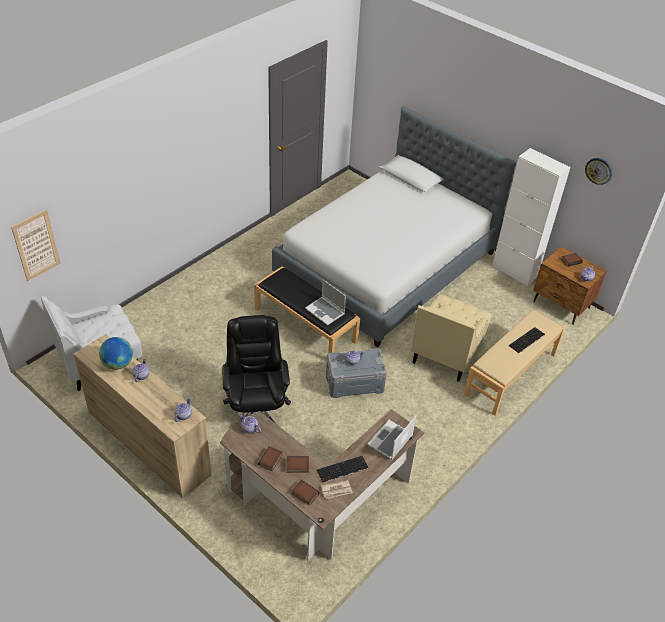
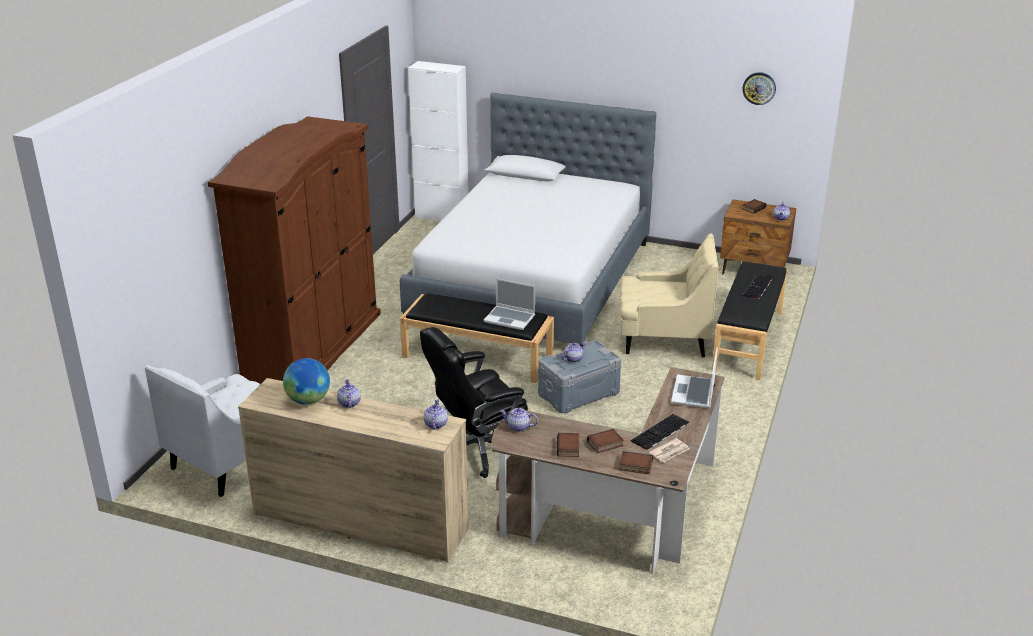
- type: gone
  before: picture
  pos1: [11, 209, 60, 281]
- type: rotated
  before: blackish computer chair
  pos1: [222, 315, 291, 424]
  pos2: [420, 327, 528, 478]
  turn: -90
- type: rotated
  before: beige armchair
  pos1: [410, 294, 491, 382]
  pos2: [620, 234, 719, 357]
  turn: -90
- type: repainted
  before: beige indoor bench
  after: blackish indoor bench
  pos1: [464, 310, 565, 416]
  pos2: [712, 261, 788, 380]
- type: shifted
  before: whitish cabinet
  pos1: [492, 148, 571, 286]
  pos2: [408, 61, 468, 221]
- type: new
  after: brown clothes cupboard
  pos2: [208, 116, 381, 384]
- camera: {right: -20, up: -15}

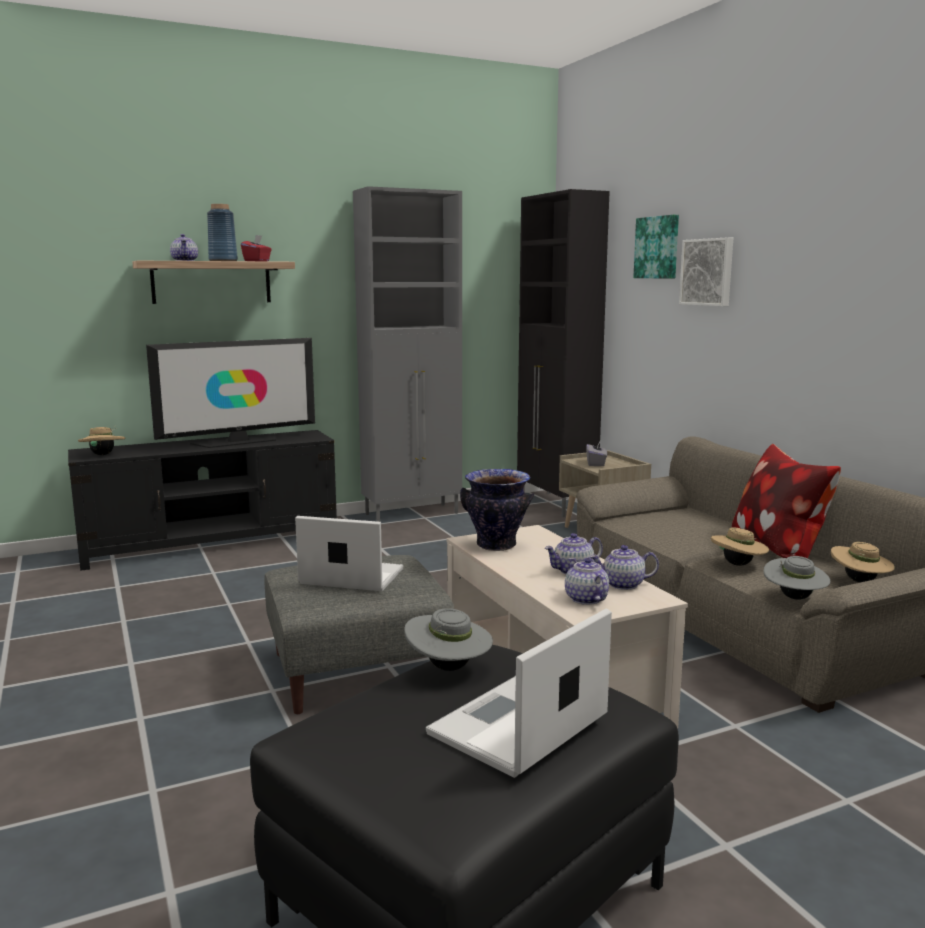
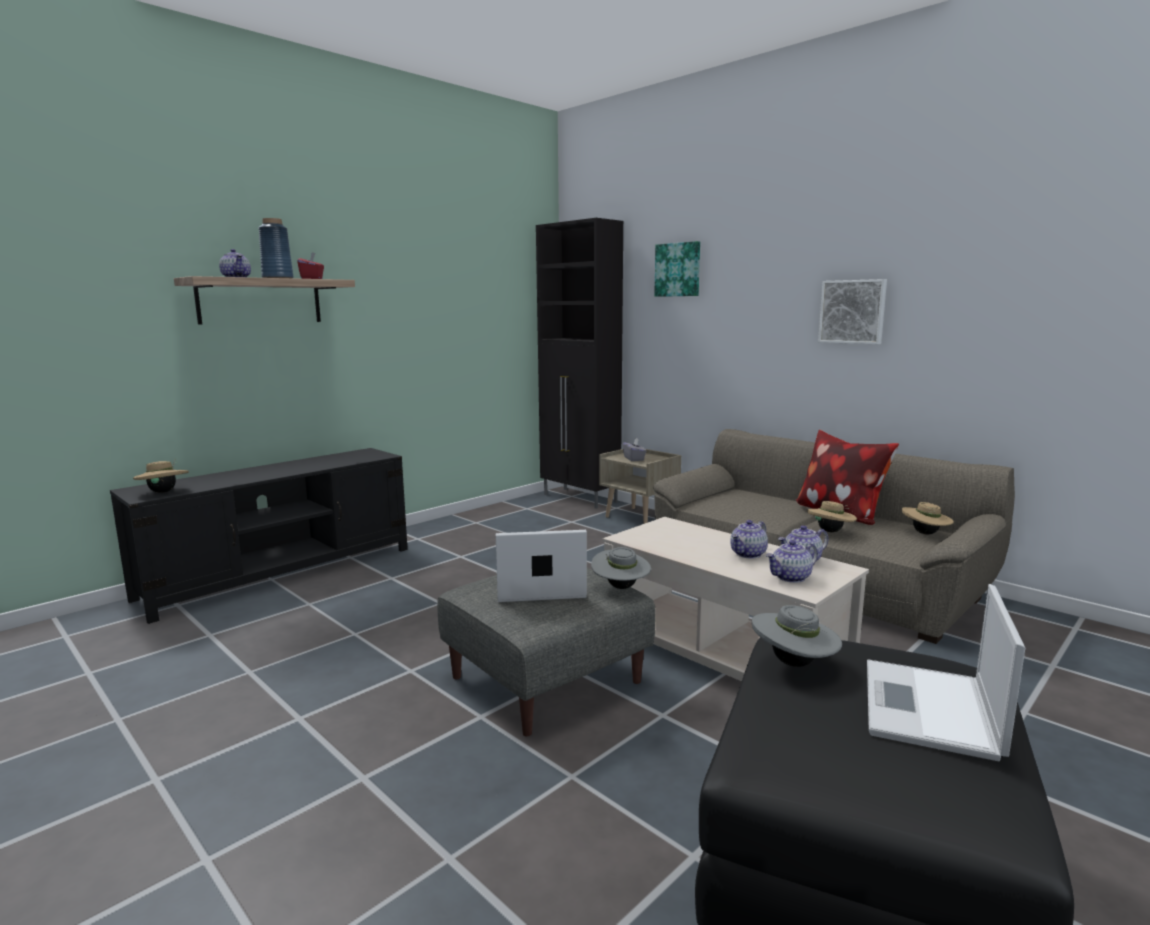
- type: gone
  before: TV set
  pos1: [146, 338, 315, 448]
- type: gone
  before: gray cabinet
  pos1: [353, 186, 462, 522]
- type: gone
  before: flower vase
  pos1: [460, 469, 535, 551]
- type: rotated
  before: teapot
  pos1: [565, 558, 609, 605]
  pos2: [766, 540, 818, 583]
  turn: -75
- type: shifted
  before: picture
  pos1: [679, 237, 733, 306]
  pos2: [818, 279, 887, 344]
- type: shifted
  before: gray wearable hat
  pos1: [764, 556, 830, 600]
  pos2: [591, 547, 651, 589]
- camera: {right: -20, up: 0}

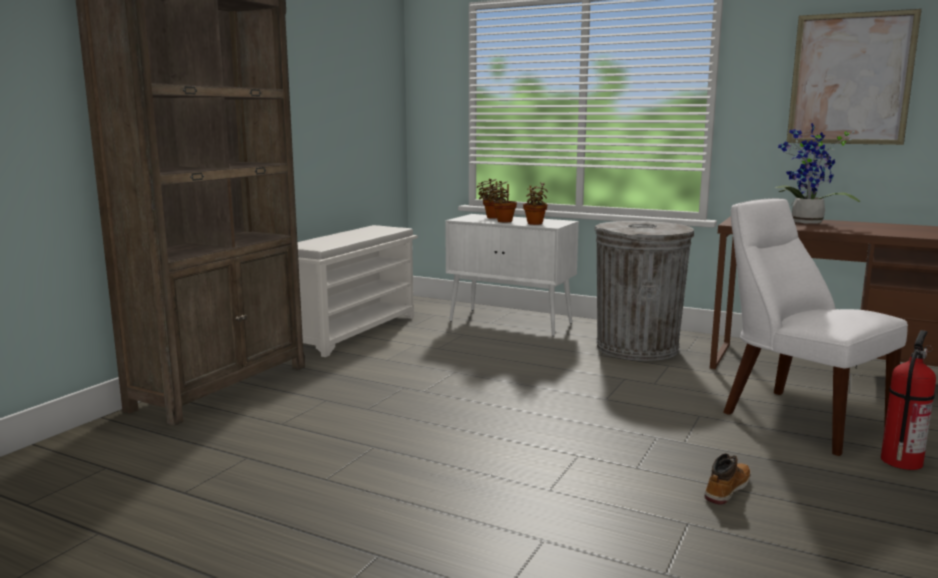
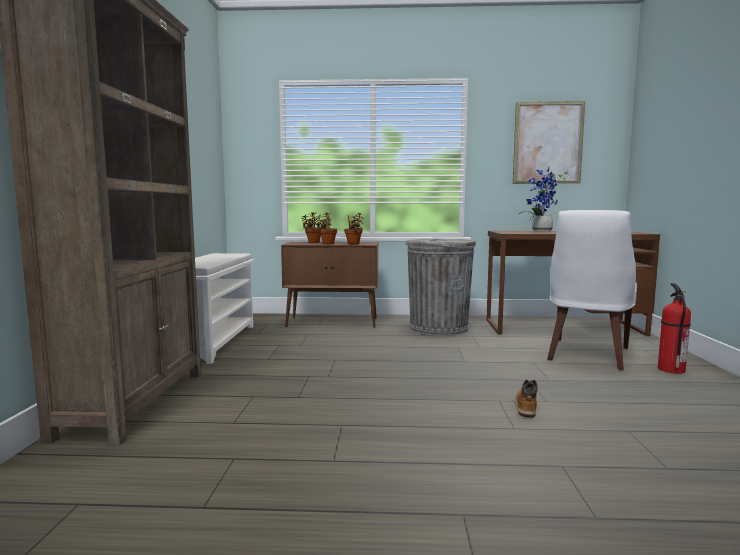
- type: repainted
  before: whitish cabinet
  after: brown cabinet
  pos1: [445, 214, 579, 336]
  pos2: [281, 242, 378, 328]
- type: shifted
  before: high-top boot
  pos1: [705, 453, 751, 505]
  pos2: [514, 380, 538, 418]
- type: rotated
  before: whitish upright chair
  pos1: [723, 198, 908, 456]
  pos2: [547, 210, 637, 370]
  turn: -90
- camera: {right: -25, up: -5}

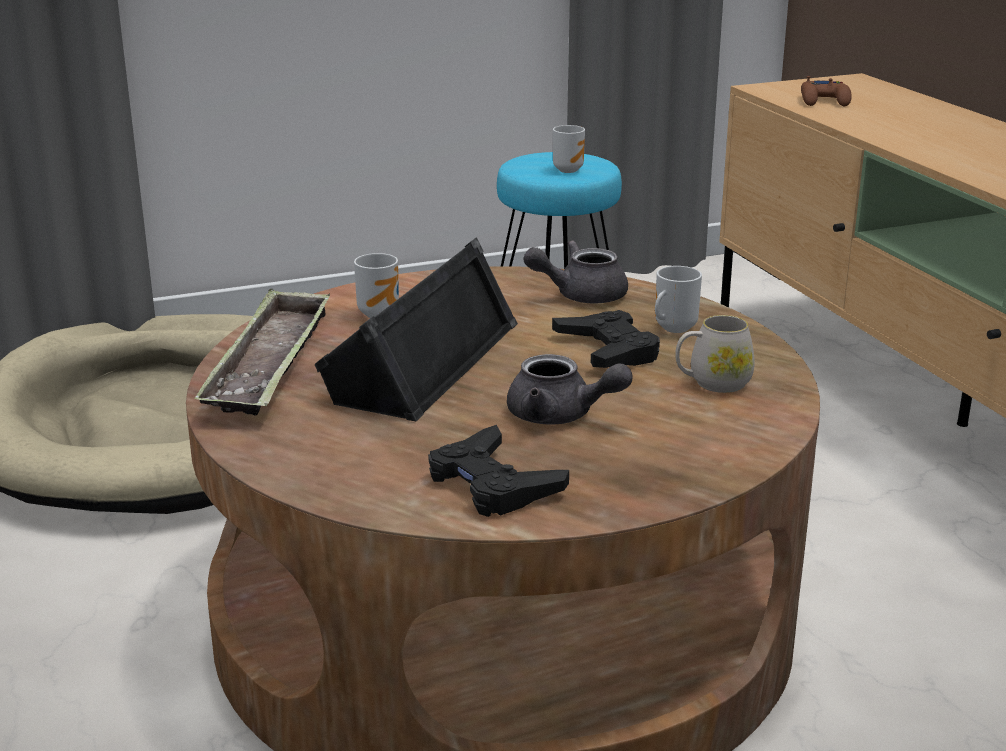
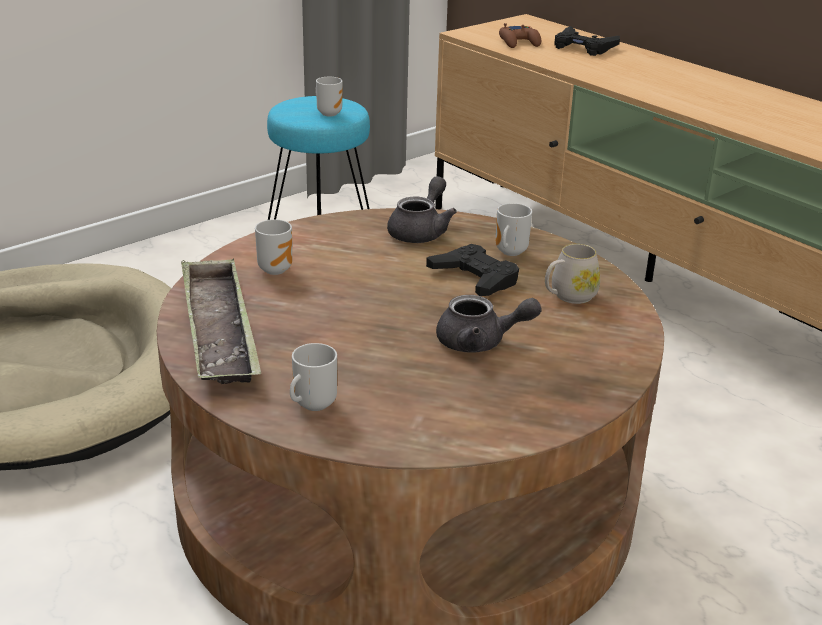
- type: gone
  before: blackish loudspeaker
  pos1: [315, 237, 518, 421]
- type: shifted
  before: blackish joypad
  pos1: [428, 425, 569, 517]
  pos2: [554, 26, 620, 56]
- type: rotated
  before: gray teapot
  pos1: [523, 240, 628, 303]
  pos2: [387, 176, 457, 243]
  turn: 150
- type: new
  after: tea mug
  pos2: [290, 343, 337, 411]
- camera: {right: -20, up: 5}

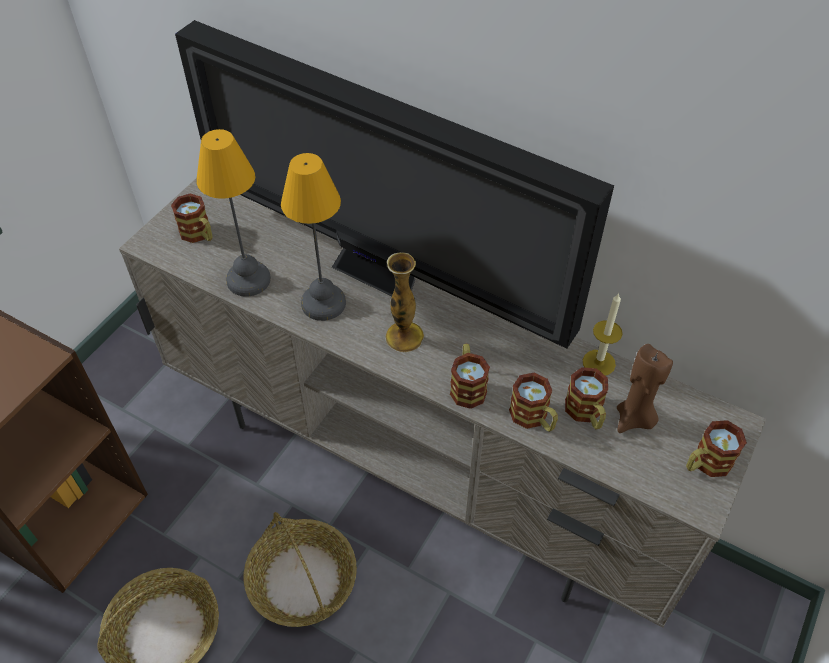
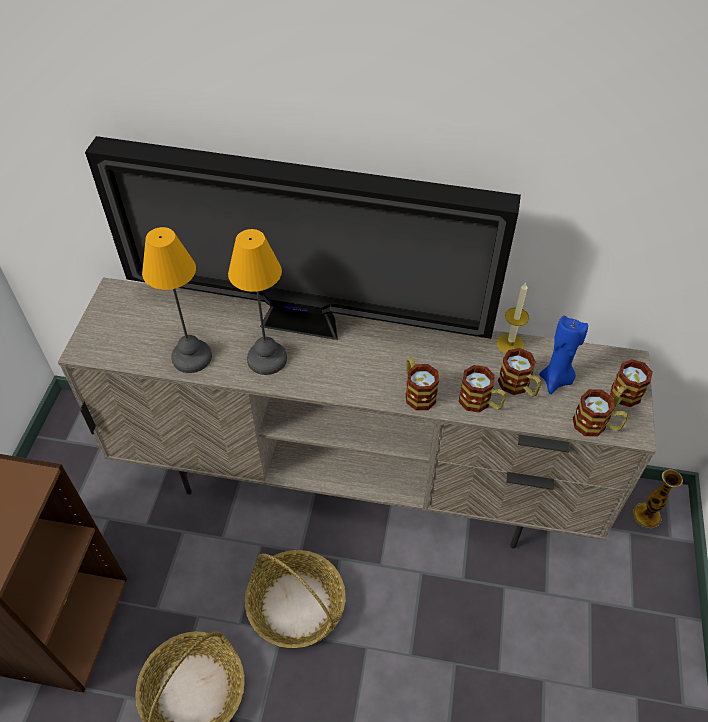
- type: shifted
  before: tea mug
  pos1: [171, 194, 213, 243]
  pos2: [573, 389, 628, 437]
- type: shifted
  before: flower vase
  pos1: [385, 252, 424, 352]
  pos2: [633, 469, 683, 528]
- type: repainted
  before: brown wax light
  after: blue wax light
  pos1: [617, 344, 673, 433]
  pos2: [539, 316, 588, 394]
- camera: {right: -20, up: 0}

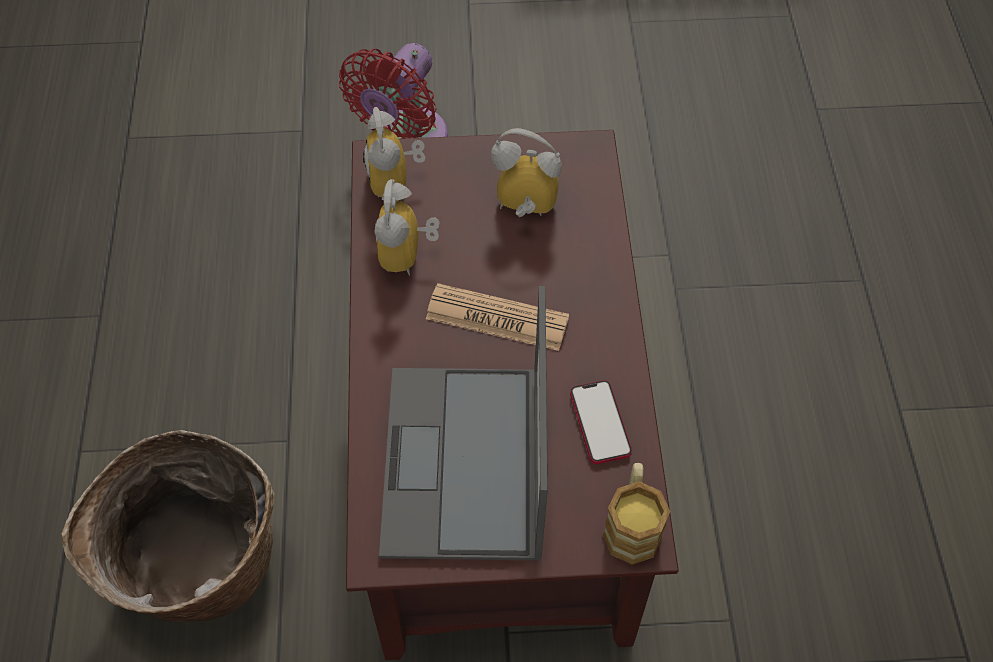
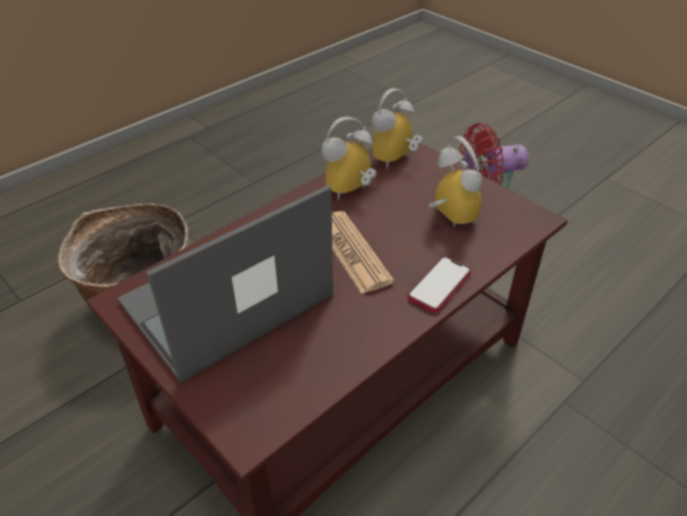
- type: shifted
  before: phone
  pos1: [570, 380, 632, 464]
  pos2: [408, 256, 471, 312]
- type: gone
  before: tea mug
  pos1: [603, 463, 670, 565]
- camera: {right: 50, up: -15}

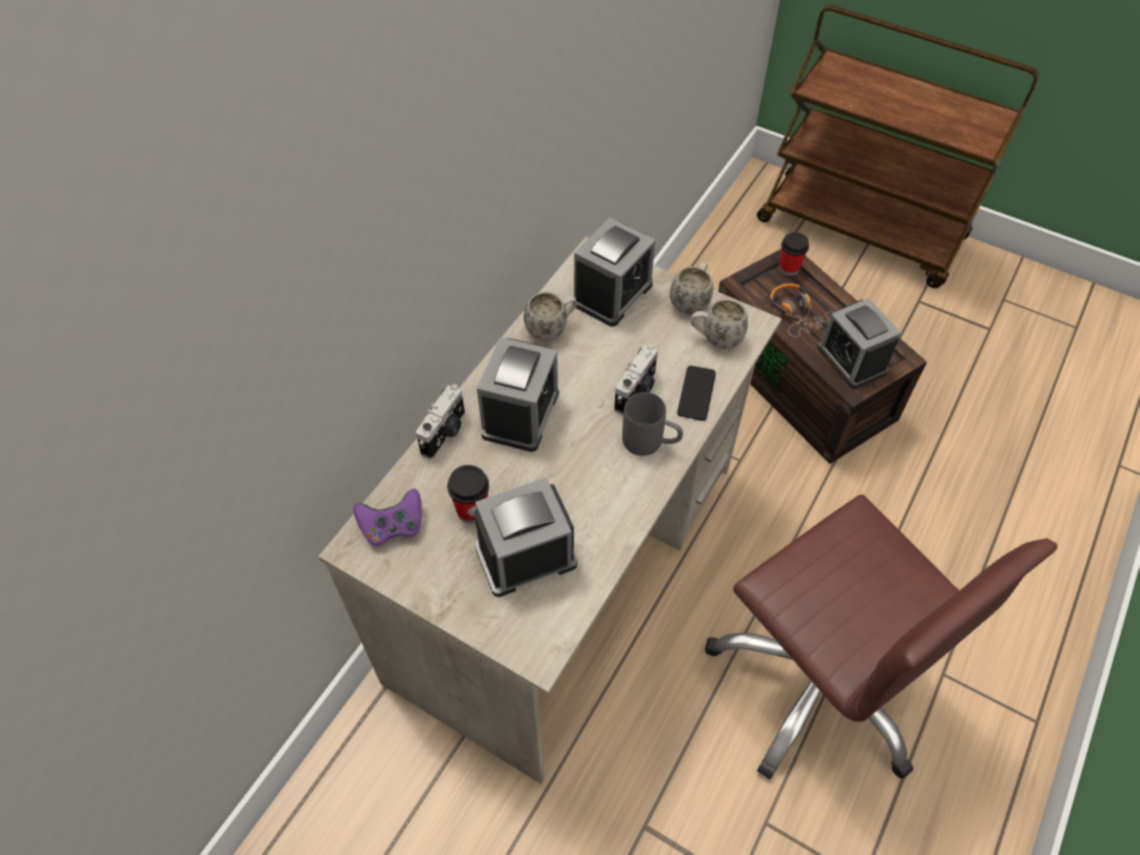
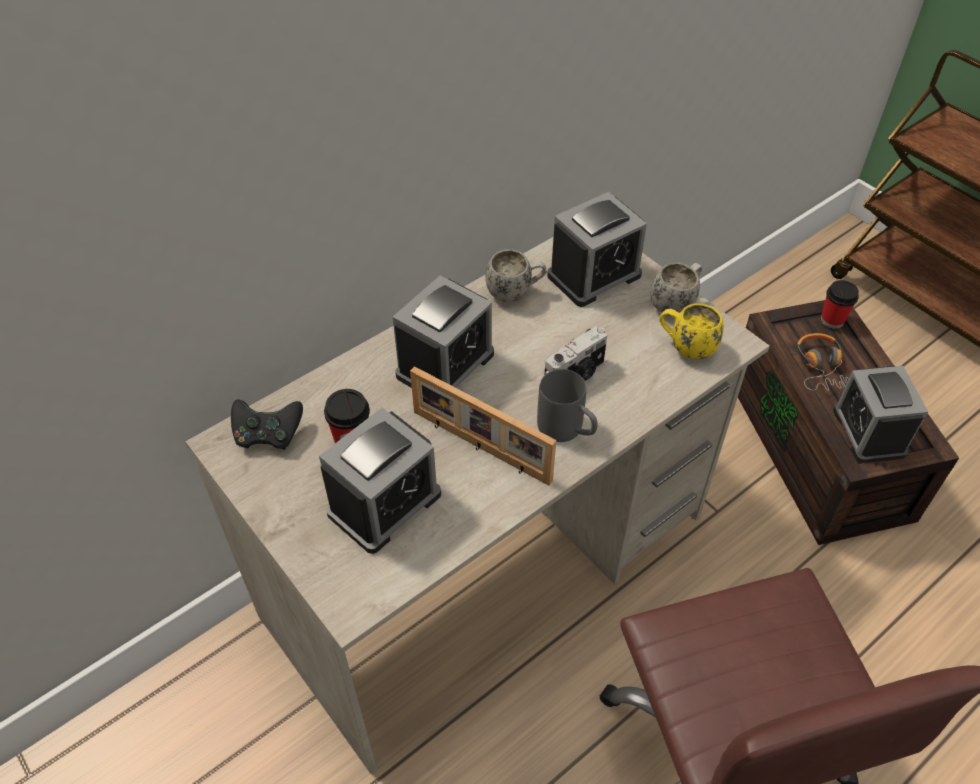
- type: repainted
  before: purplish joypad
  after: blackish joypad
  pos1: [353, 488, 422, 546]
  pos2: [231, 399, 303, 450]
- type: gone
  before: still camera
  pos1: [416, 384, 465, 459]
- type: rotated
  before: bedside clock
  pos1: [474, 477, 577, 597]
  pos2: [319, 407, 441, 554]
  turn: 135
- type: gone
  before: phone
  pos1: [677, 365, 716, 421]
- type: repainted
  before: whitish tea mug
  after: yellow-coloured tea mug
  pos1: [690, 299, 748, 349]
  pos2: [659, 303, 724, 359]
- type: new
  after: standing frame
  pos2: [410, 366, 556, 486]
- camera: {right: 20, up: -5}

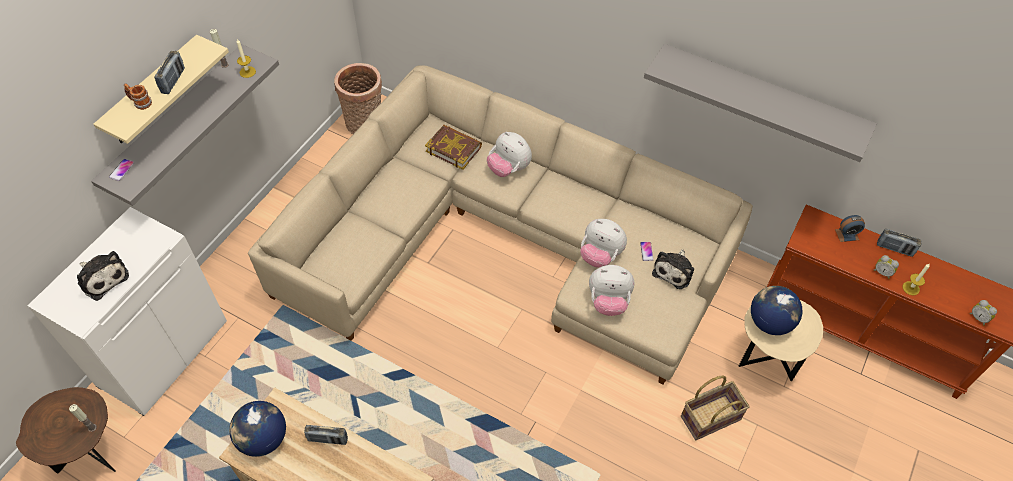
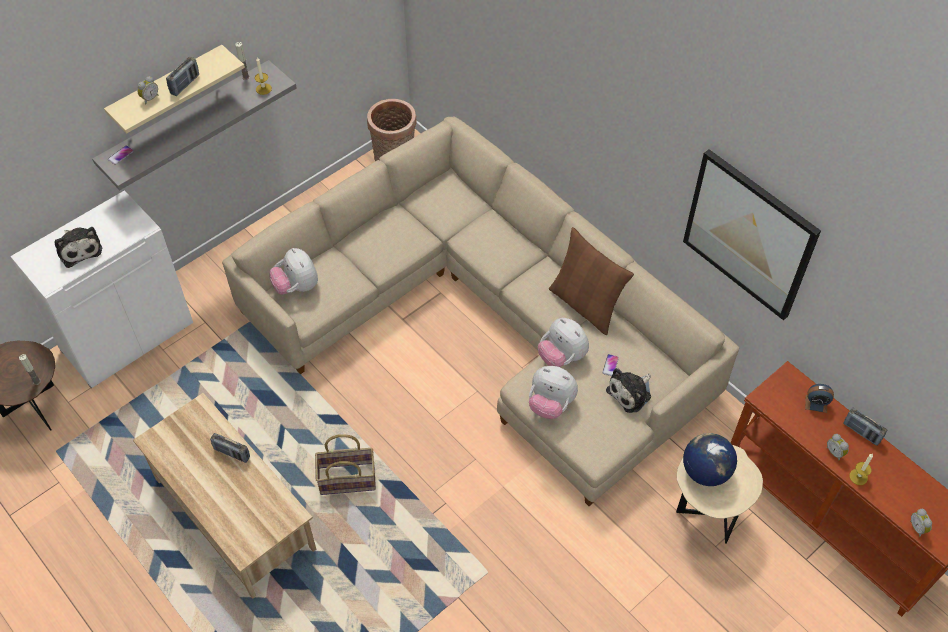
- type: swapped
  before: tea mug
  after: bedside clock
  pos1: [124, 83, 152, 110]
  pos2: [137, 76, 158, 104]
- type: gone
  before: desk globe
  pos1: [229, 401, 286, 457]
- type: gone
  before: bound book
  pos1: [425, 125, 482, 170]
- type: shifted
  before: soft toy
  pos1: [487, 132, 532, 177]
  pos2: [269, 248, 318, 295]
- type: swapped
  before: gray shelf
  after: picture
  pos1: [644, 44, 877, 162]
  pos2: [683, 149, 821, 320]
- type: shifted
  before: storage basket
  pos1: [681, 375, 750, 440]
  pos2: [315, 434, 376, 495]
- type: new
  after: brown pillow
  pos2: [549, 227, 634, 335]
- camera: {right: 20, up: 0}

